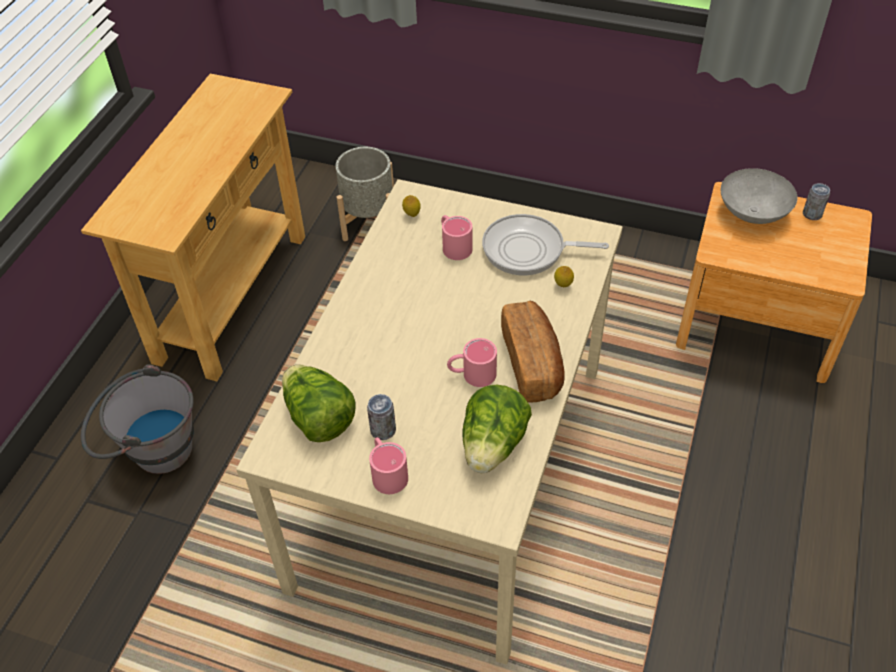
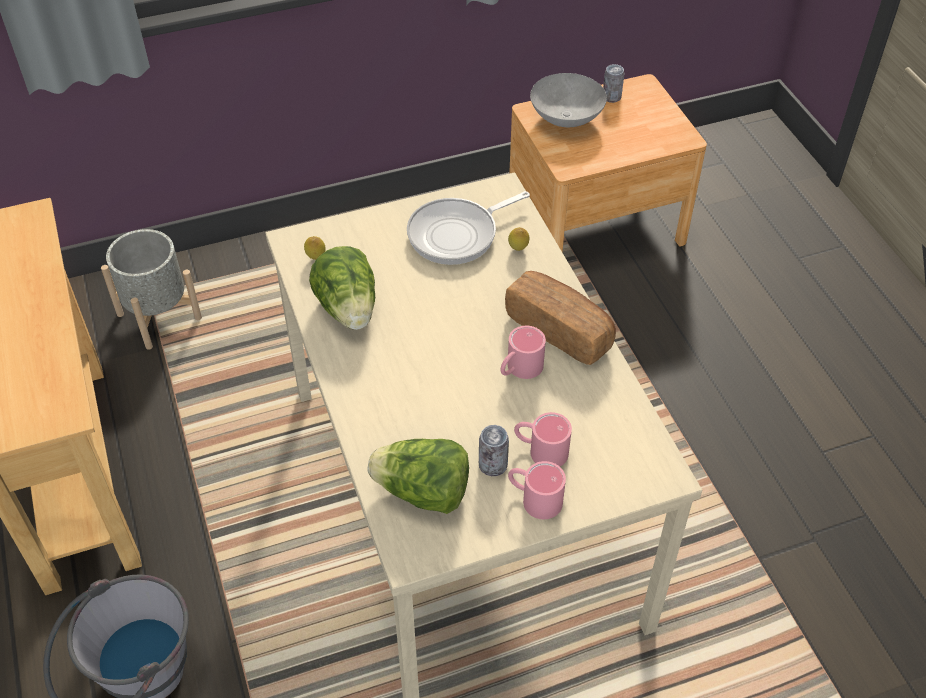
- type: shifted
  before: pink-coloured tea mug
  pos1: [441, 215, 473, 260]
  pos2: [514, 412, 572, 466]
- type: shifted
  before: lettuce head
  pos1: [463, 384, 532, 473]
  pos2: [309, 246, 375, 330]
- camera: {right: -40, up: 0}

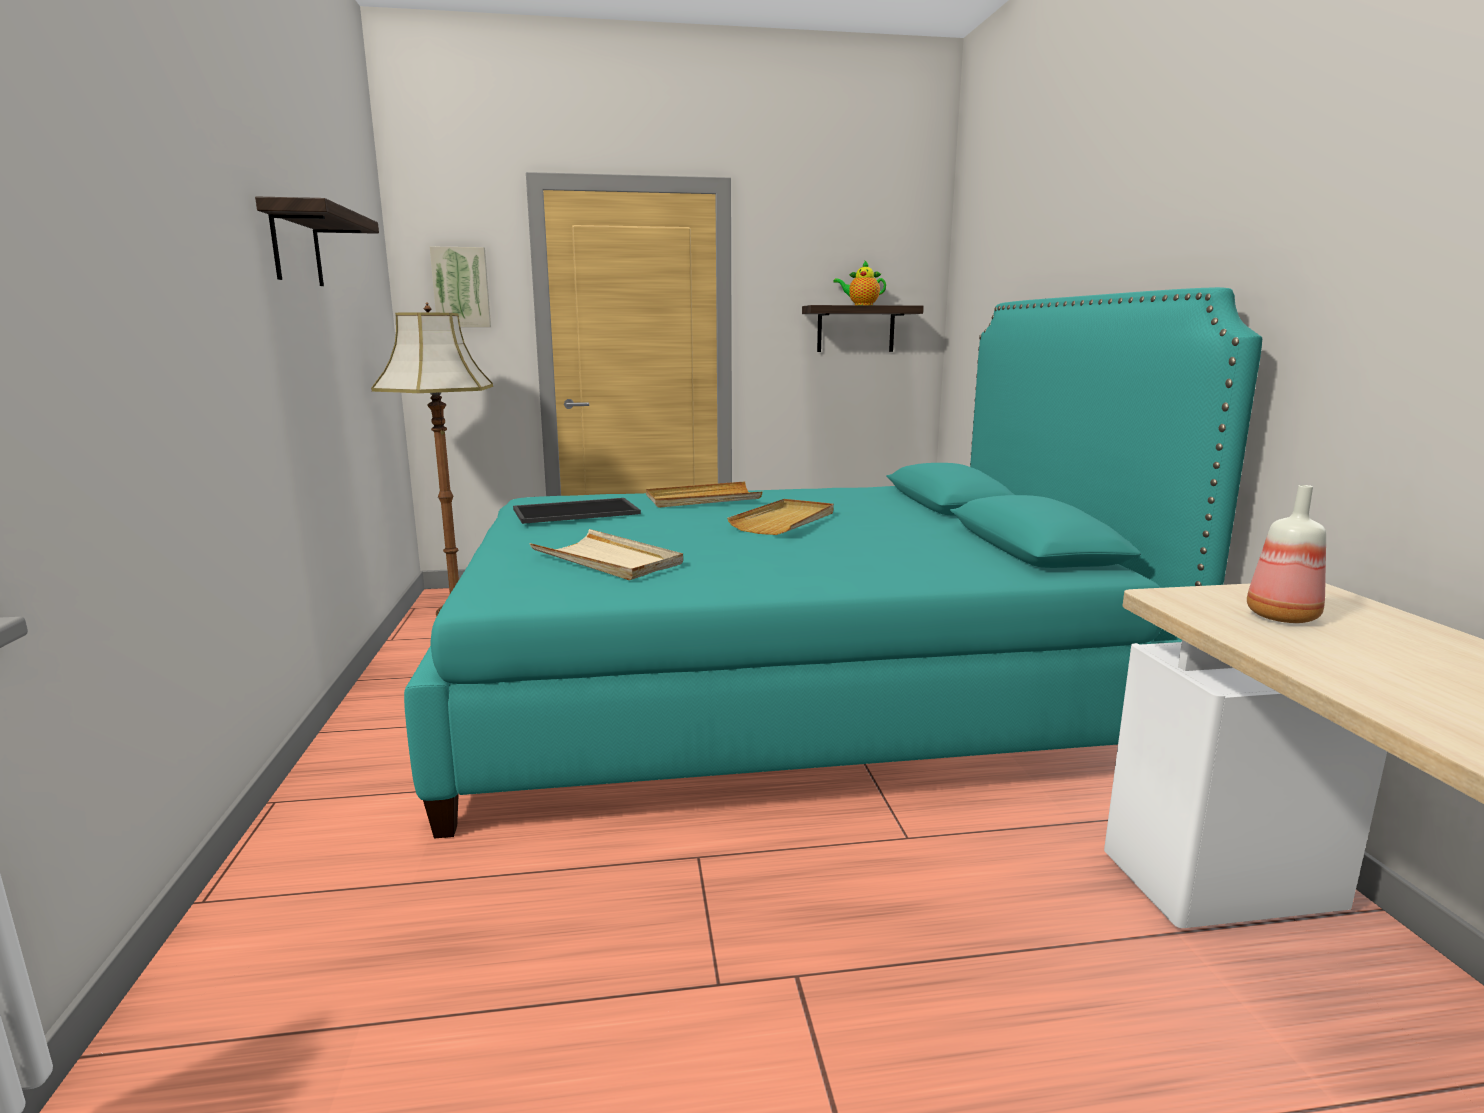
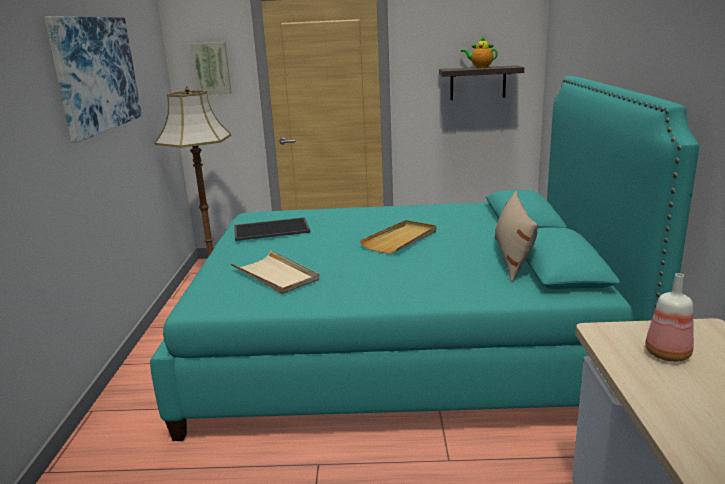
- type: swapped
  before: shelf
  after: picture
  pos1: [255, 196, 379, 286]
  pos2: [44, 16, 142, 142]
- type: gone
  before: beige tray
  pos1: [646, 482, 762, 508]
- type: new
  after: beige pillow
  pos2: [494, 191, 538, 282]
- camera: {right: 10, up: 5}

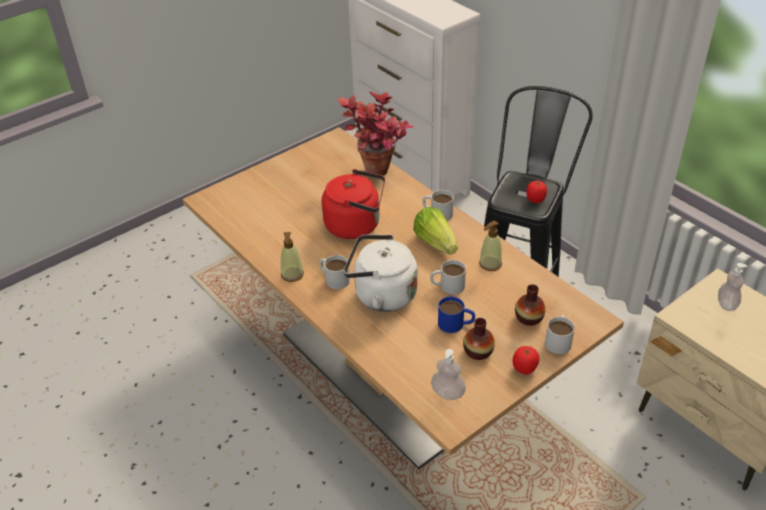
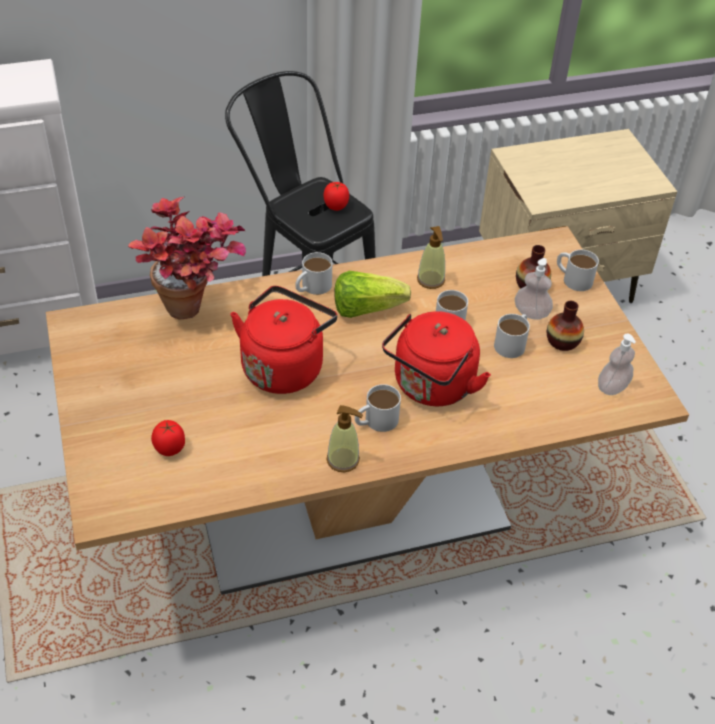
- type: repainted
  before: whitish kettle
  after: red kettle
  pos1: [344, 234, 417, 312]
  pos2: [382, 311, 491, 406]
- type: repainted
  before: blue tea mug
  after: whitish tea mug
  pos1: [438, 297, 475, 333]
  pos2: [494, 314, 530, 358]
- type: shifted
  before: whole tomato
  pos1: [512, 346, 540, 375]
  pos2: [151, 420, 185, 456]
- type: shifted
  before: soap bottle
  pos1: [718, 263, 747, 311]
  pos2: [515, 258, 553, 320]
- camera: {right: -70, up: 5}

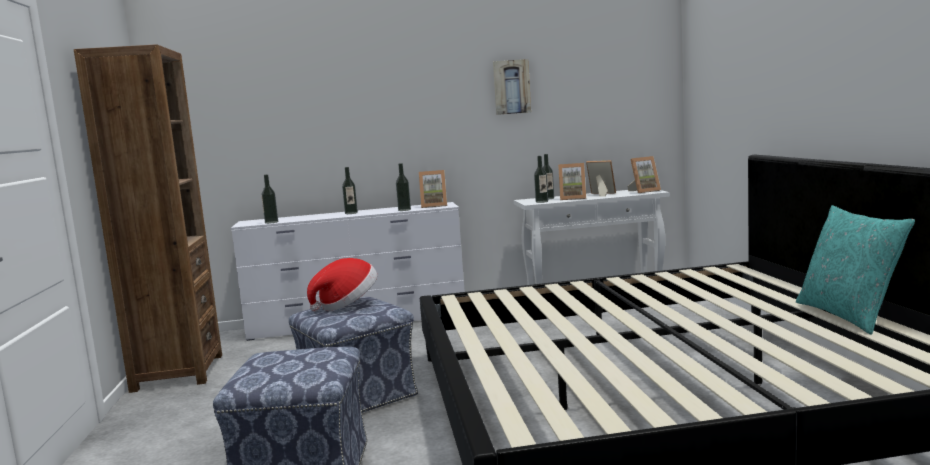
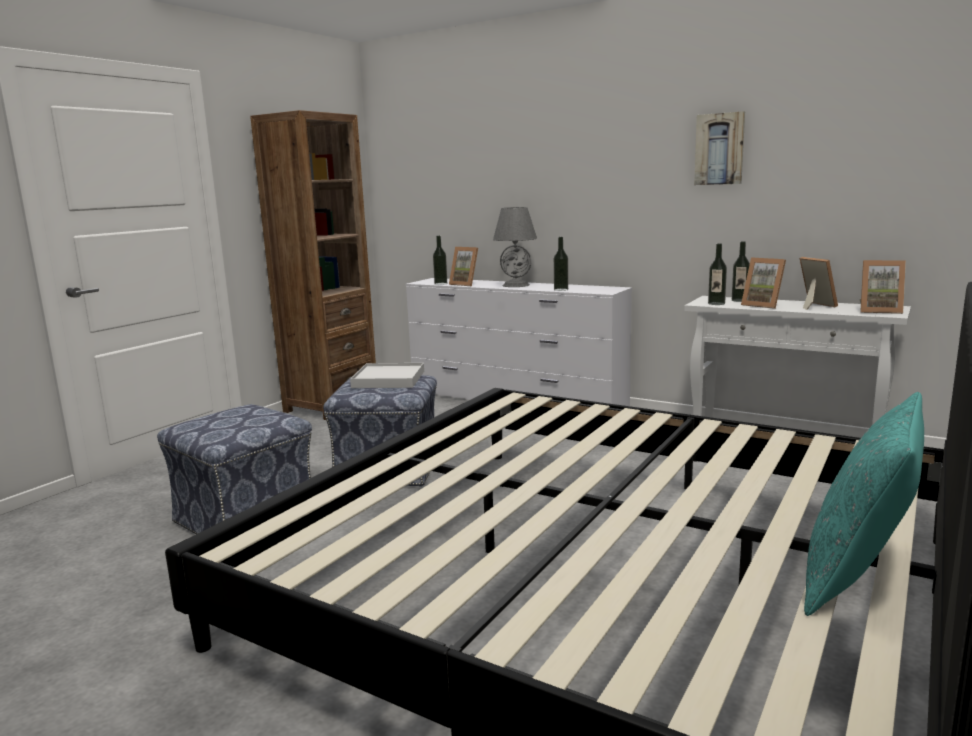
- type: swapped
  before: wearable hat
  after: whitish tray
  pos1: [307, 258, 377, 312]
  pos2: [350, 363, 424, 388]
- type: swapped
  before: beverage bottle
  after: gray tabletop lamp
  pos1: [342, 167, 358, 214]
  pos2: [493, 207, 537, 287]
- type: shifted
  before: standing frame
  pos1: [419, 170, 447, 208]
  pos2: [449, 247, 478, 286]
- camera: {right: 40, up: 5}

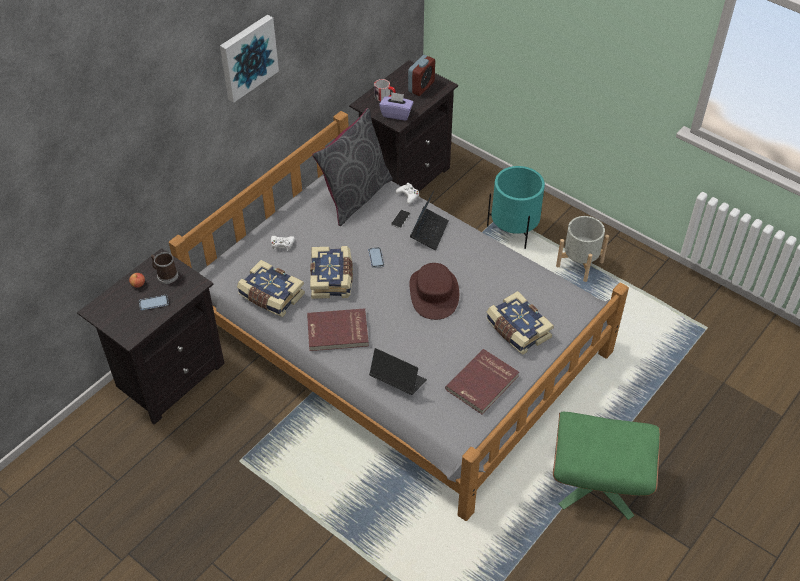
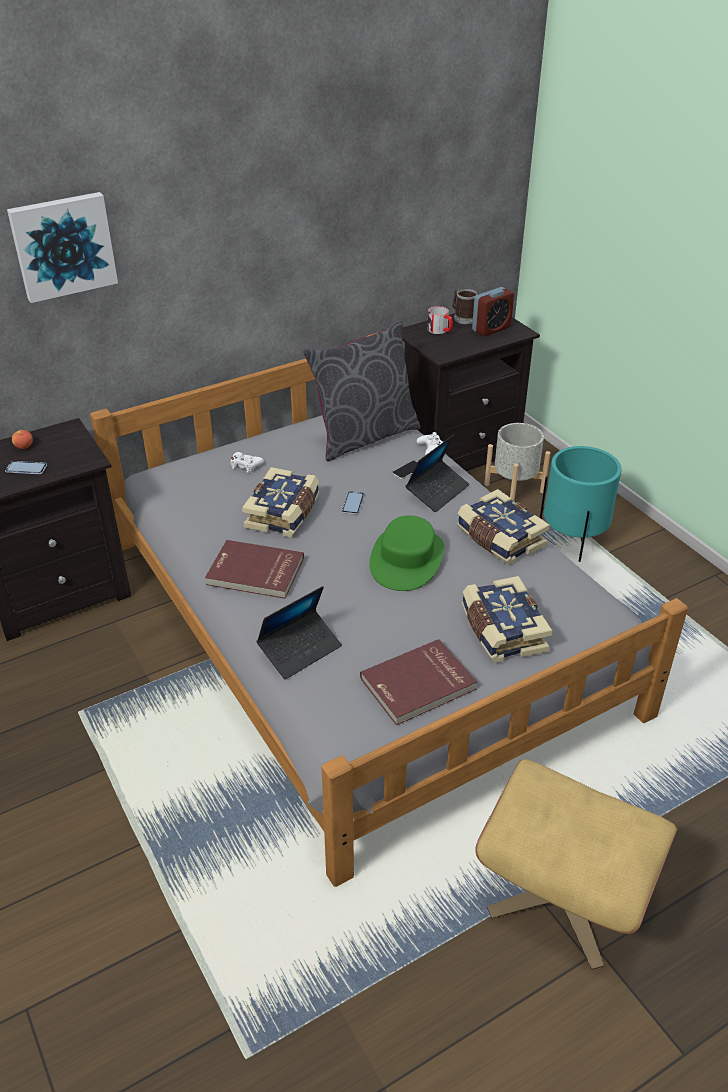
- type: shifted
  before: tea mug
  pos1: [151, 252, 178, 284]
  pos2: [452, 289, 478, 324]
- type: shifted
  before: picture
  pos1: [220, 15, 279, 103]
  pos2: [7, 192, 118, 303]
- type: shifted
  before: bound book
  pos1: [237, 260, 305, 317]
  pos2: [457, 489, 550, 565]
- type: rotated
  before: portable computer
  pos1: [369, 348, 427, 395]
  pos2: [256, 586, 342, 679]
  turn: 90
- type: gone
  before: purplish tissue box
  pos1: [379, 92, 414, 120]
- type: repainted
  before: brown wearable hat
  after: green wearable hat
  pos1: [409, 263, 459, 320]
  pos2: [369, 515, 444, 591]
- type: repainted
  before: green ottoman
  after: beige ottoman
  pos1: [553, 412, 660, 520]
  pos2: [475, 759, 678, 970]
- type: shifted
  before: gray flower pot
  pos1: [556, 216, 609, 282]
  pos2: [484, 423, 550, 501]
- camera: {right: 20, up: -10}

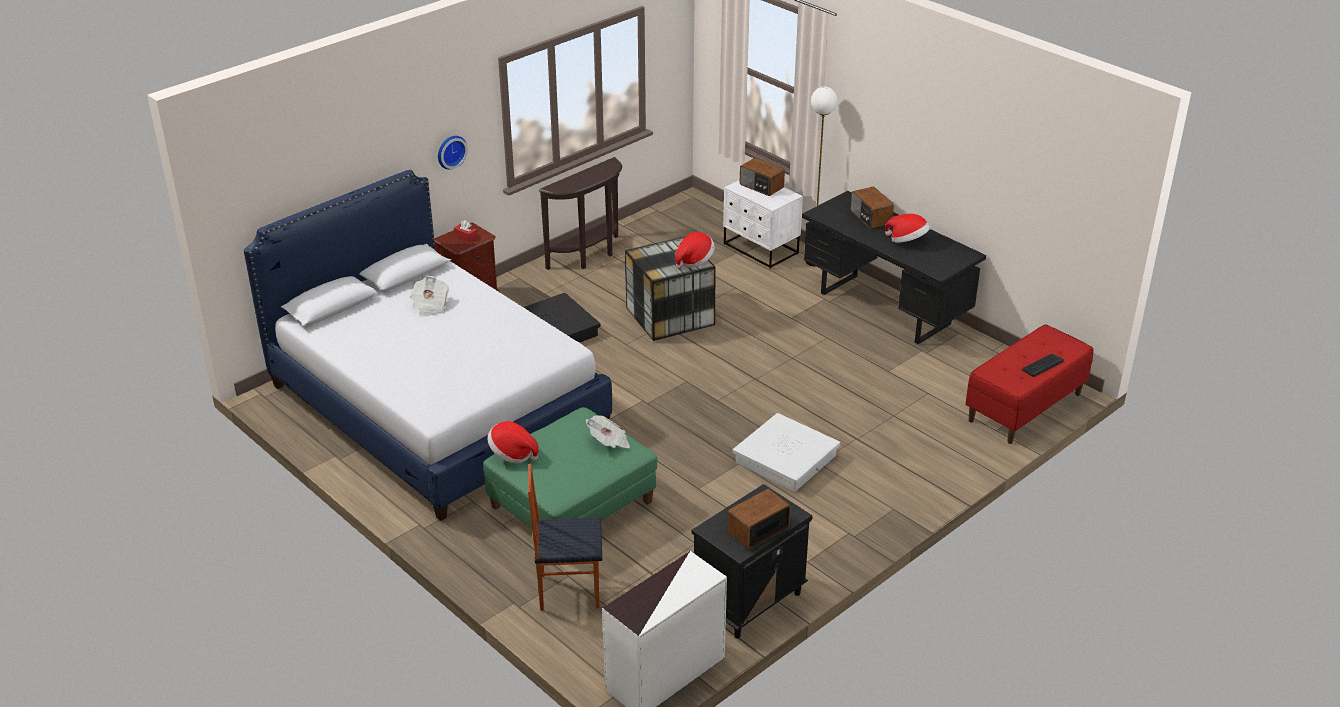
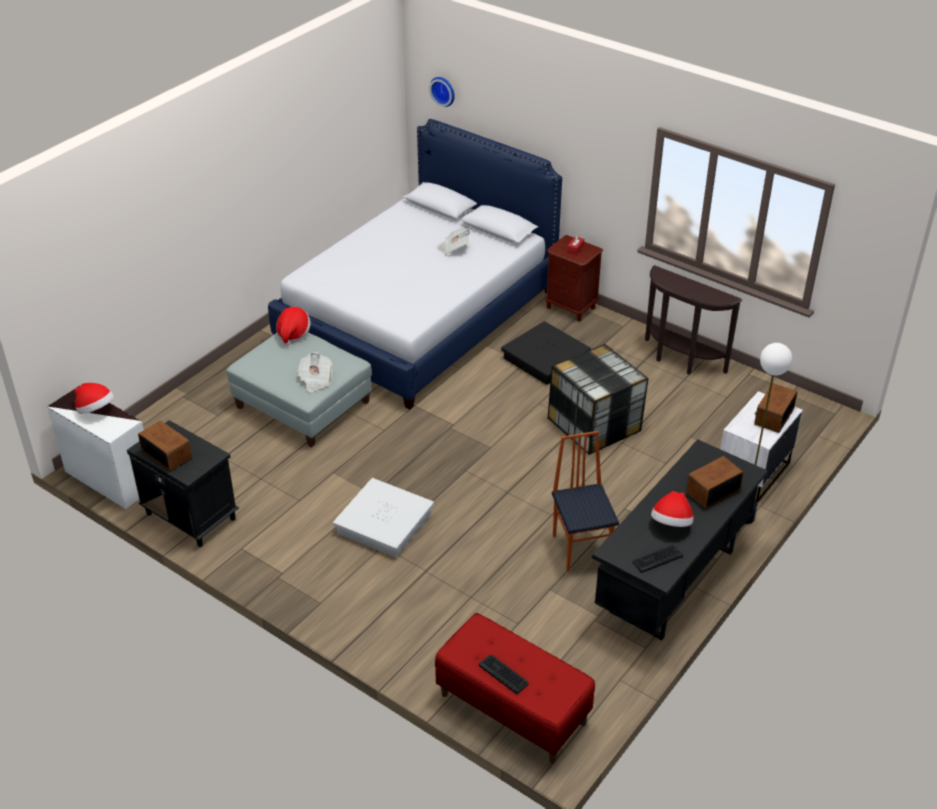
- type: shifted
  before: wall clock
  pos1: [438, 136, 468, 170]
  pos2: [429, 77, 455, 107]
- type: repainted
  before: green ottoman
  after: gray ottoman
  pos1: [483, 407, 657, 529]
  pos2: [226, 333, 372, 447]
- type: shifted
  before: upright chair
  pos1: [528, 464, 602, 611]
  pos2: [552, 431, 619, 572]
- type: shifted
  before: wearable hat
  pos1: [675, 232, 715, 268]
  pos2: [74, 383, 114, 414]
- type: new
  after: keyboard
  pos2: [633, 545, 683, 573]
- camera: {right: 80, up: 5}

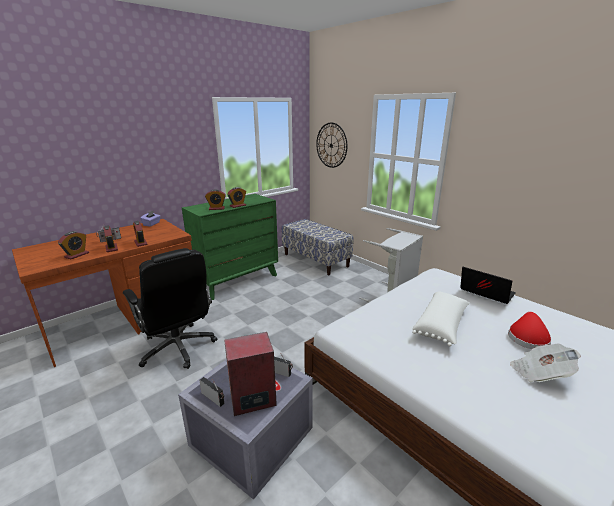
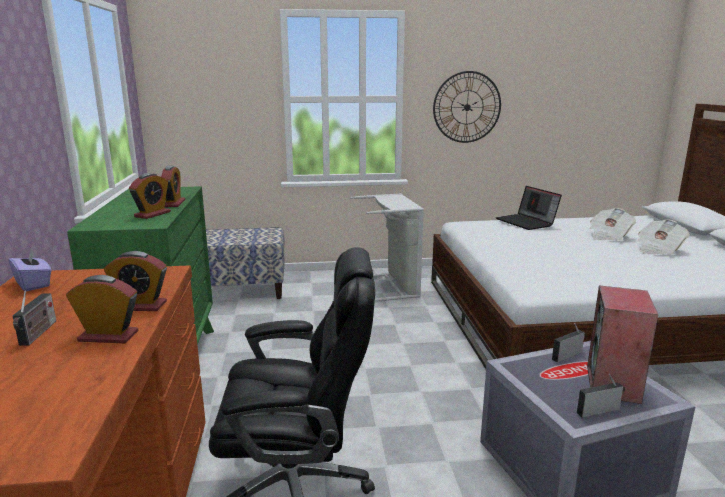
- type: gone
  before: bedside clock
  pos1: [58, 231, 89, 259]
- type: shifted
  before: wall clock
  pos1: [316, 123, 347, 168]
  pos2: [433, 71, 501, 143]
- type: gone
  before: whitish pillow
  pos1: [412, 292, 470, 346]
- type: rotated
  before: portable computer
  pos1: [460, 267, 516, 304]
  pos2: [496, 186, 562, 230]
  turn: -105
- type: swapped
  before: red wearable hat
  after: daily paper
  pos1: [508, 312, 552, 349]
  pos2: [590, 208, 636, 240]
- camera: {right: -55, up: -5}

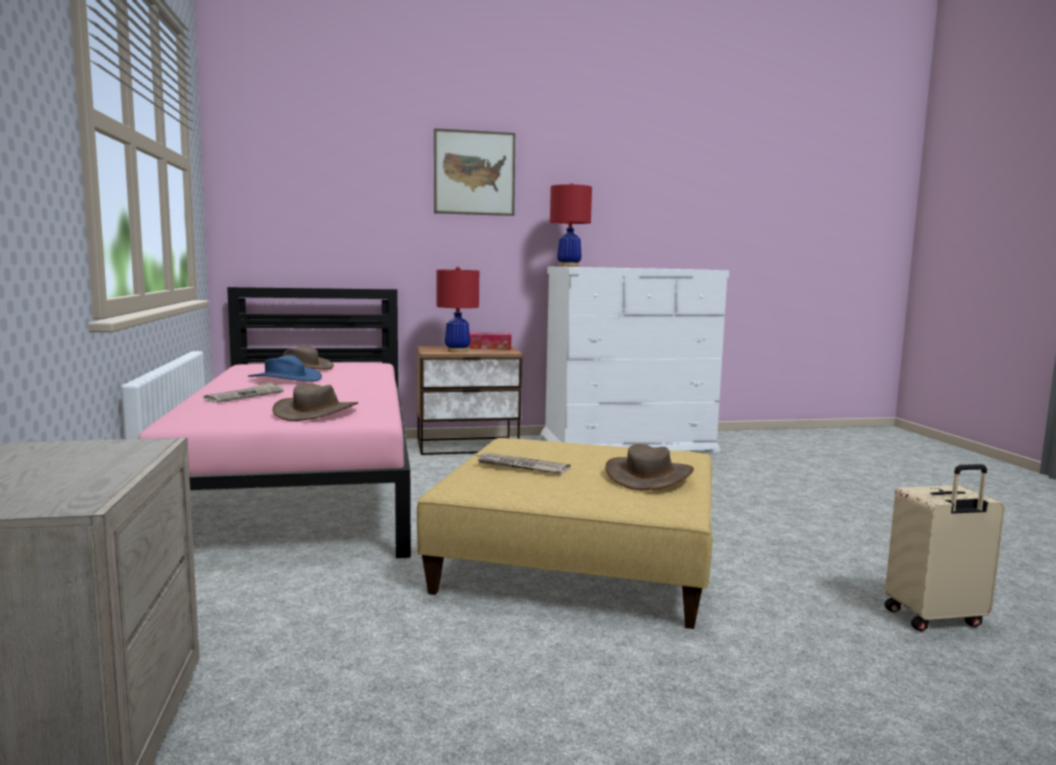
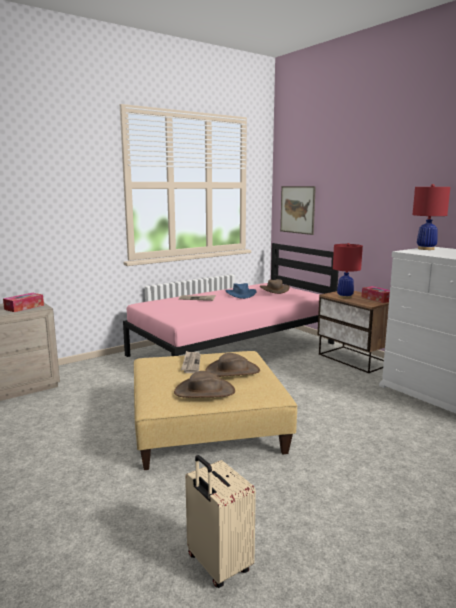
- type: shifted
  before: brown wearable hat
  pos1: [273, 383, 358, 421]
  pos2: [205, 353, 260, 377]
- type: shifted
  before: picture
  pos1: [434, 128, 515, 216]
  pos2: [280, 186, 316, 235]
- type: new
  after: tissue box
  pos2: [3, 293, 44, 312]
- camera: {right: 65, up: 5}

